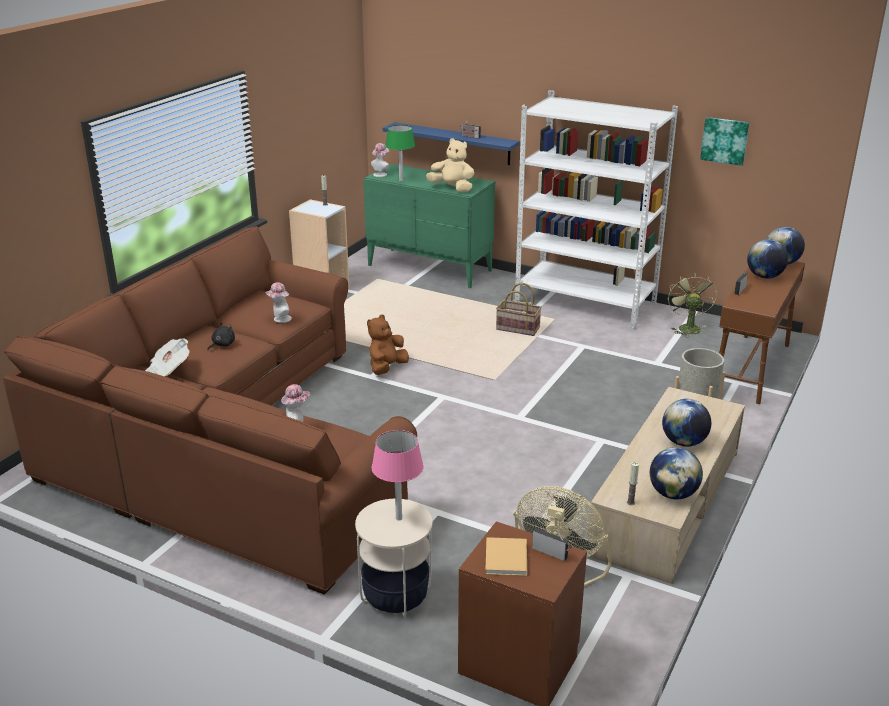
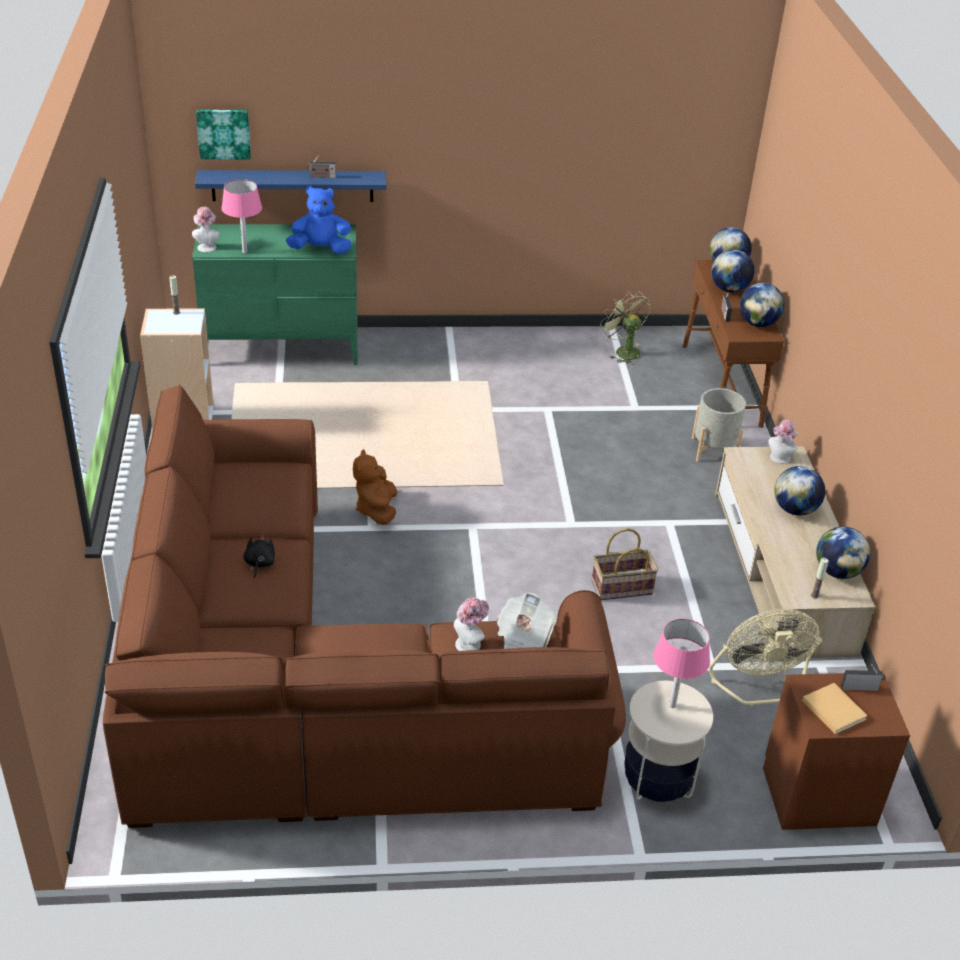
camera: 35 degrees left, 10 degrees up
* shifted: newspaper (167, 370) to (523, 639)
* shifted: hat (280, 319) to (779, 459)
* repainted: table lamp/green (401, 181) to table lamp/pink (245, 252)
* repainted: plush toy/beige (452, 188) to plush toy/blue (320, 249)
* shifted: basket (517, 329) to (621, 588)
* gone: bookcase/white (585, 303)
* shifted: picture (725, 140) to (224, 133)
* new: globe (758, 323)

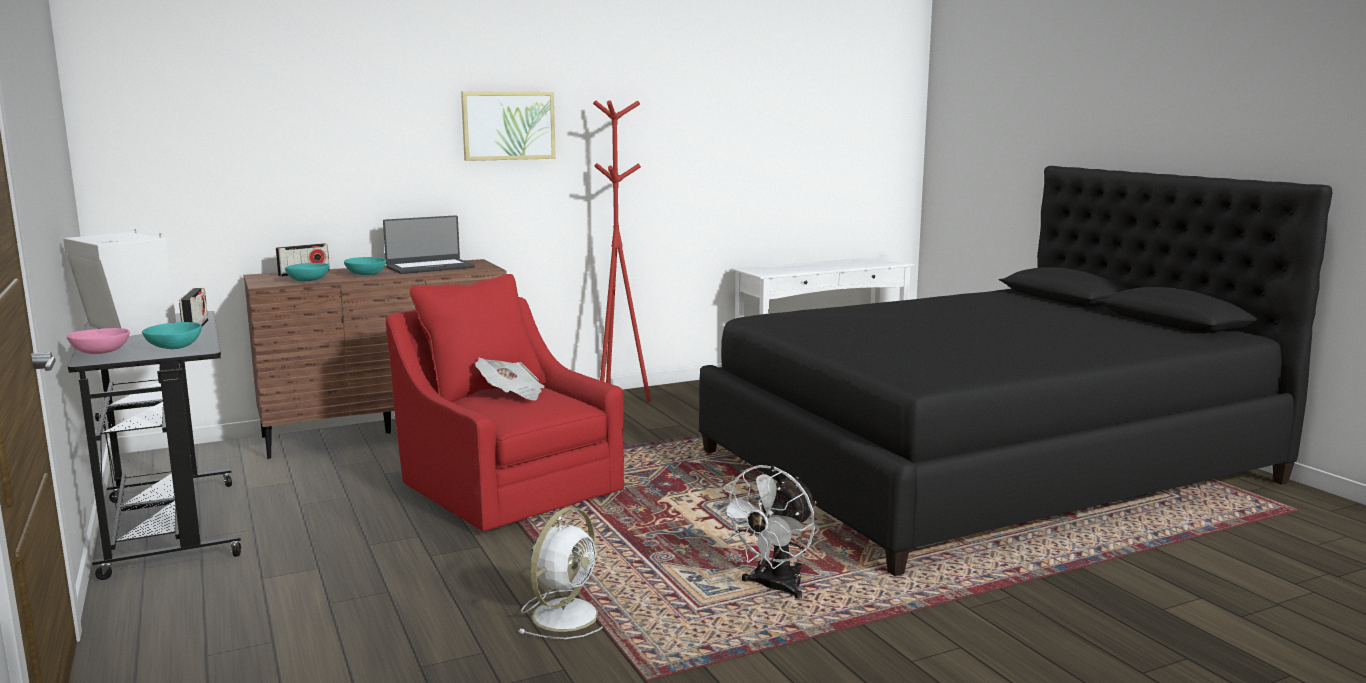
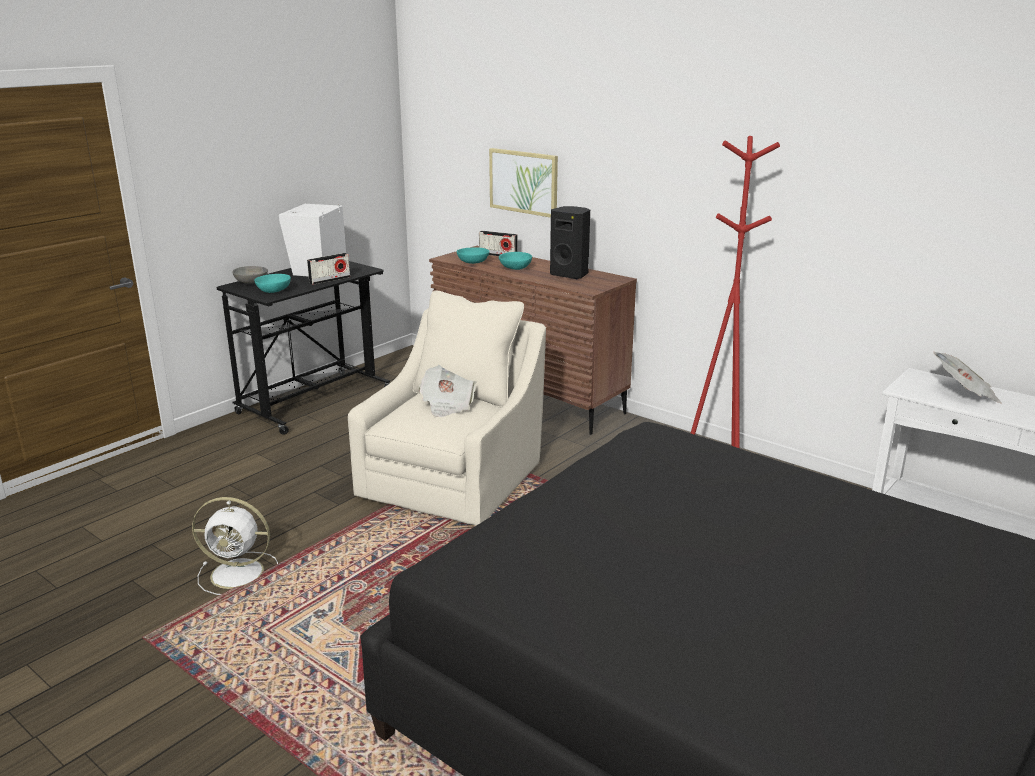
camera: 65 degrees right, 10 degrees up
* repainted: bowl/pink (101, 352) to bowl/grey (252, 282)
* swapped: laptop (430, 267) to speaker/black (570, 275)
* repainted: armchair/red (508, 488) to armchair/beige (455, 479)
* shifted: picture (508, 125) to (524, 182)
* gone: fan/white (773, 588)
* new: newspaper (964, 394)

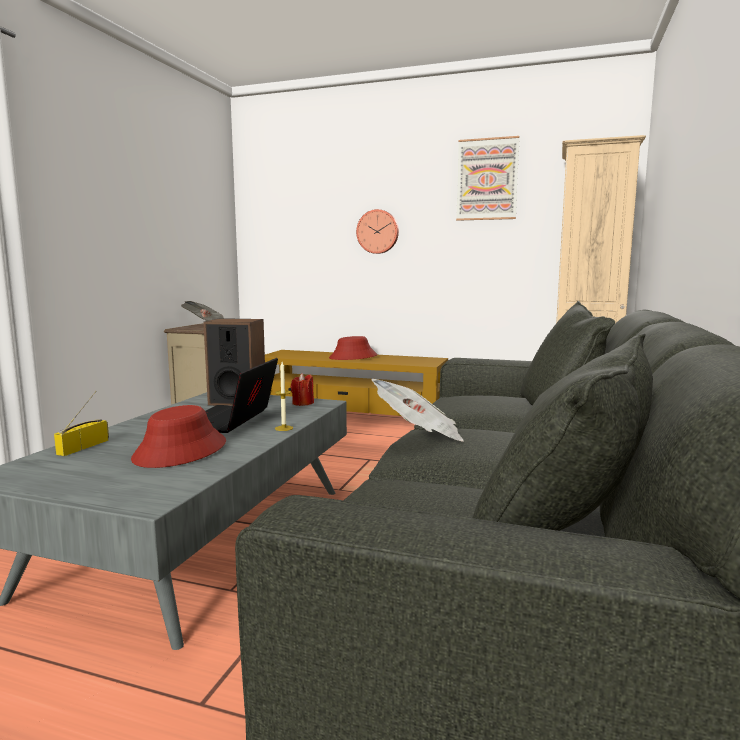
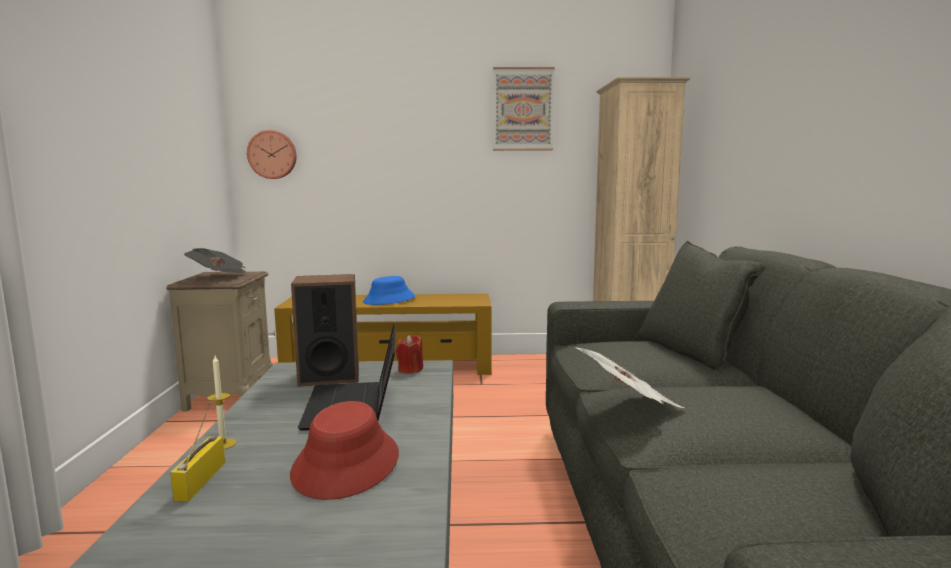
camera: 20 degrees left, 0 degrees up
* shifted: candle (284, 428) to (223, 444)
* repainted: hat/red (353, 357) to hat/blue (389, 300)
* shifted: wall clock (378, 231) to (272, 154)

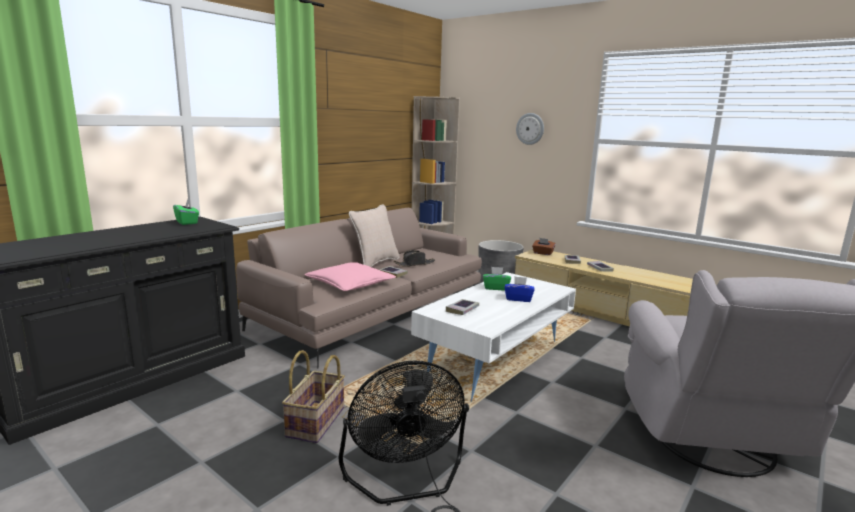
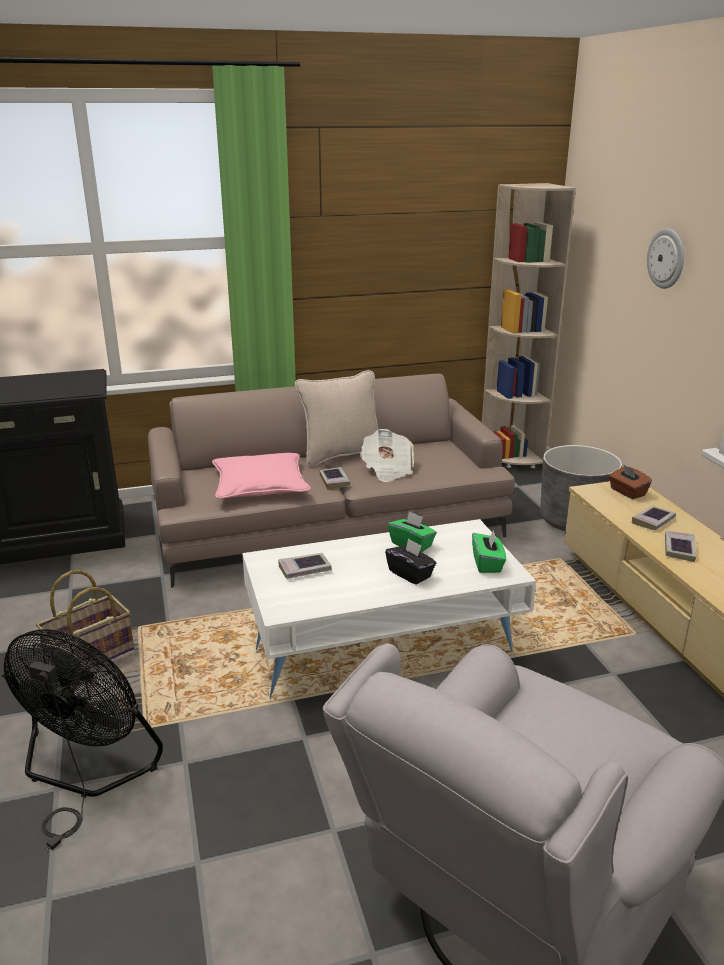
camera: 35 degrees right, 10 degrees up
* shifted: tissue box/green (187, 222) to (487, 564)
* swapped: hat/black (414, 264) to newspaper (387, 470)
* repainted: tissue box/blue (518, 299) to tissue box/black (410, 574)

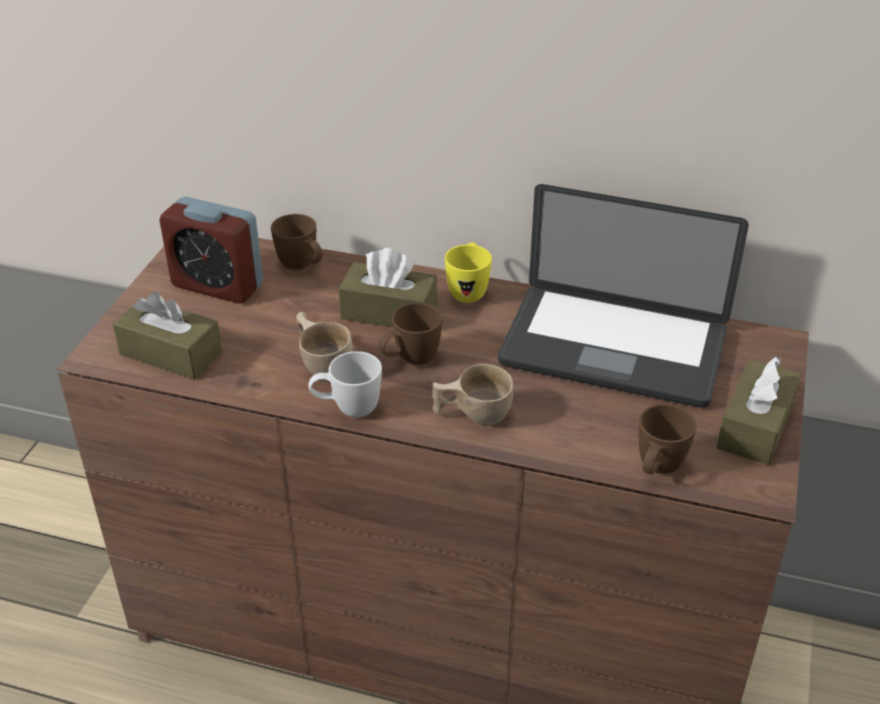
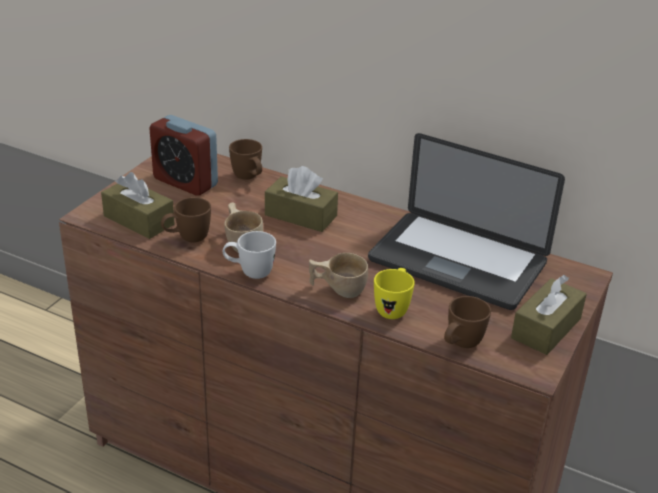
camera: 10 degrees right, 5 degrees down
* shifted: mug/brown (409, 360) to (187, 239)
* shifted: mug/yellow (468, 290) to (393, 308)

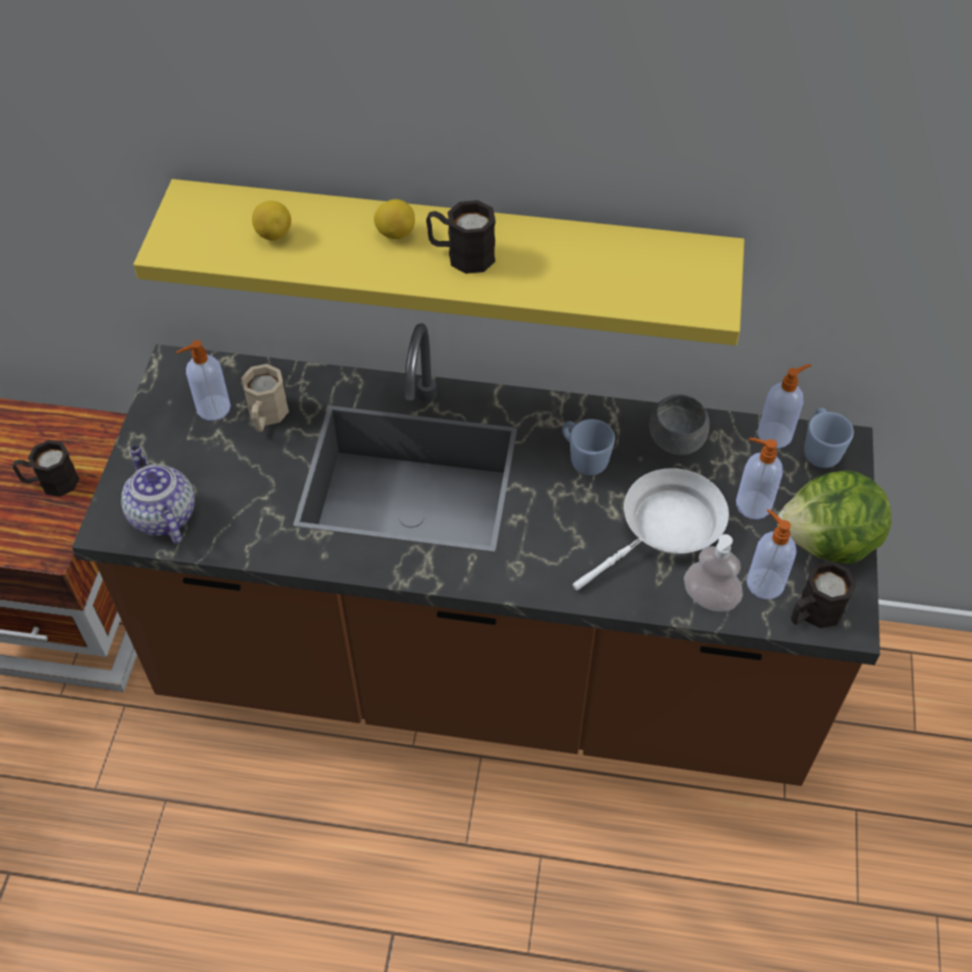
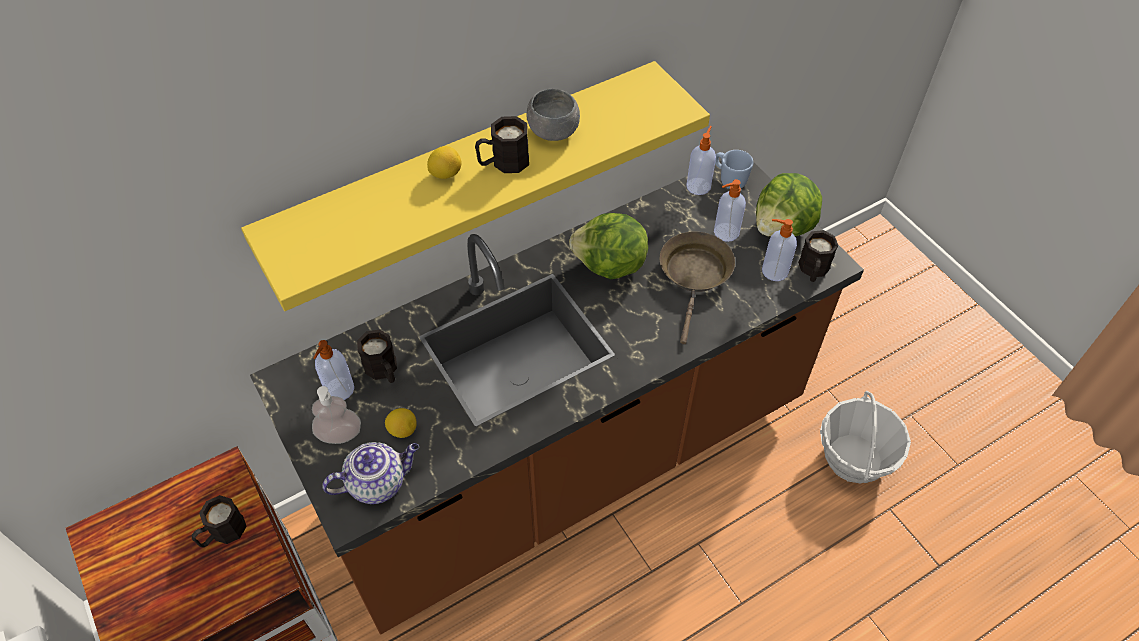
camera: 40 degrees left, 0 degrees up
* rotated: teapot (162, 515) = (378, 482) 135 degrees clockwise
* repainted: mug/beige (266, 417) to mug/black (384, 371)
* shifted: lemon (274, 234) to (402, 430)
* swapped: mug/blue (583, 458) to lettuce (610, 266)
* repainted: frying pan/white (666, 528) to frying pan/brown (695, 276)
* shifted: bowl/grey (676, 441) to (553, 132)
* shifted: soap dispenser (709, 598) to (340, 434)
* new: basket (854, 458)

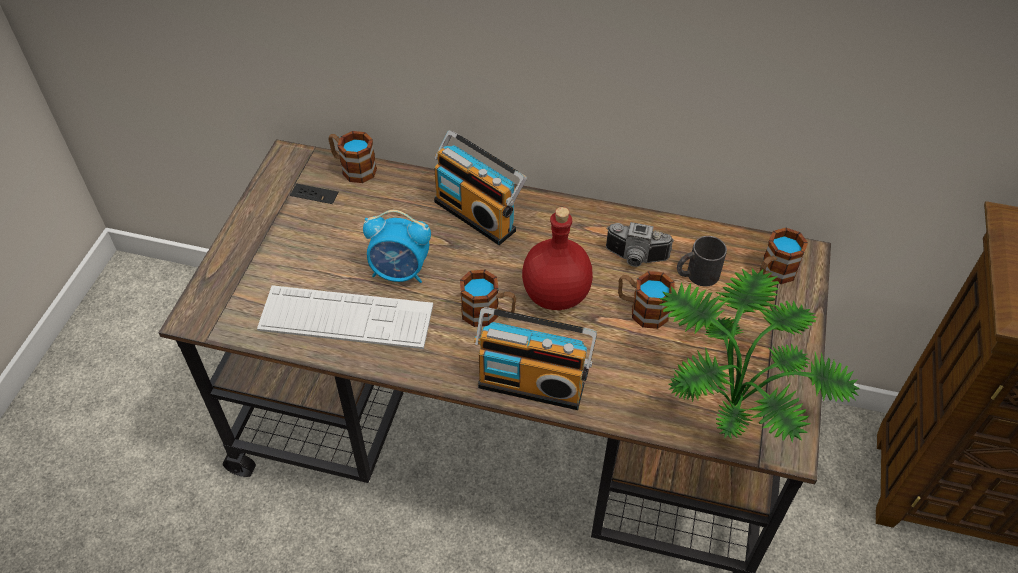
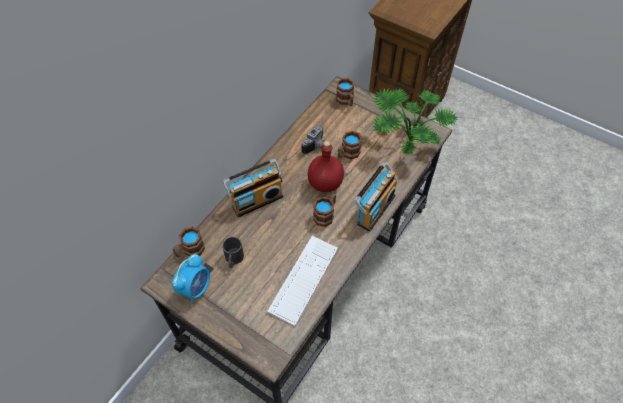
camera: 70 degrees left, 5 degrees up
* shifted: alarm clock (400, 272) to (195, 288)
* shifted: mug/black (696, 275) to (233, 259)

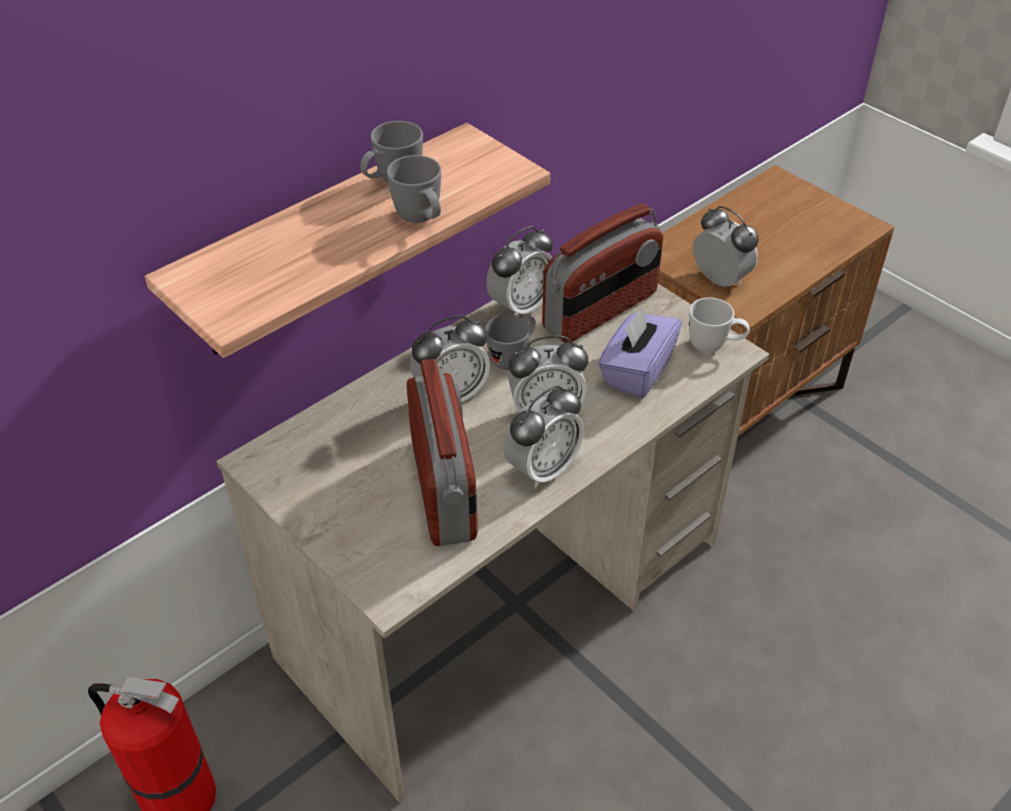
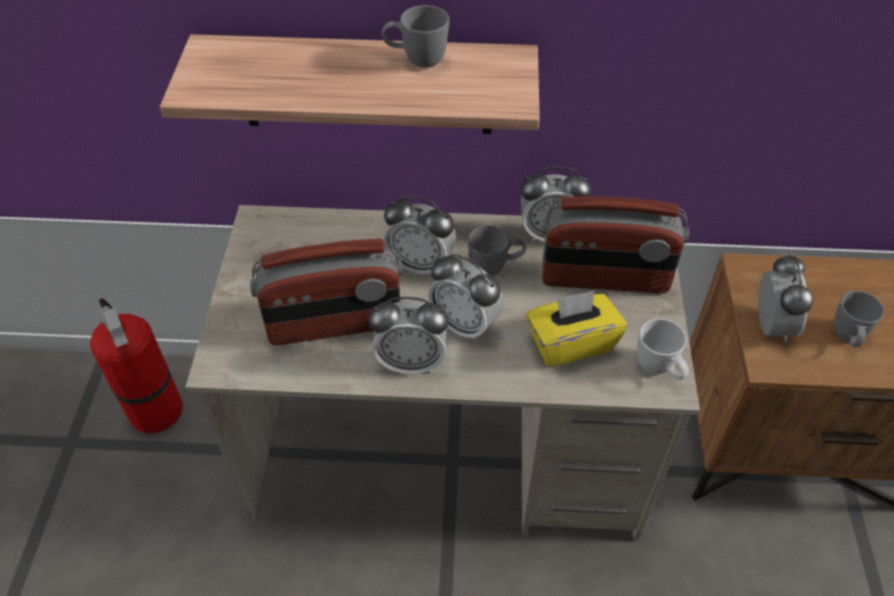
camera: 45 degrees right, 5 degrees up
* shifted: mug/grey (422, 220) to (847, 338)
* rotated: radio (445, 488) = (334, 324) 45 degrees clockwise
* repainted: tissue box/purple (636, 371) to tissue box/yellow (571, 343)

